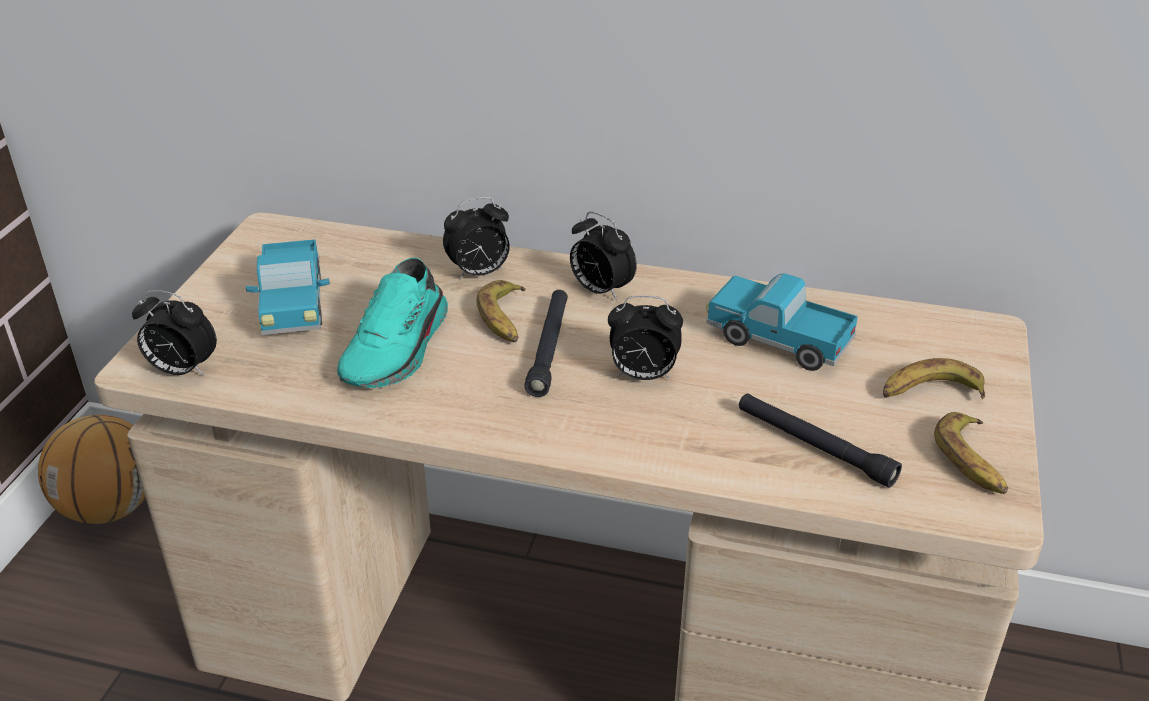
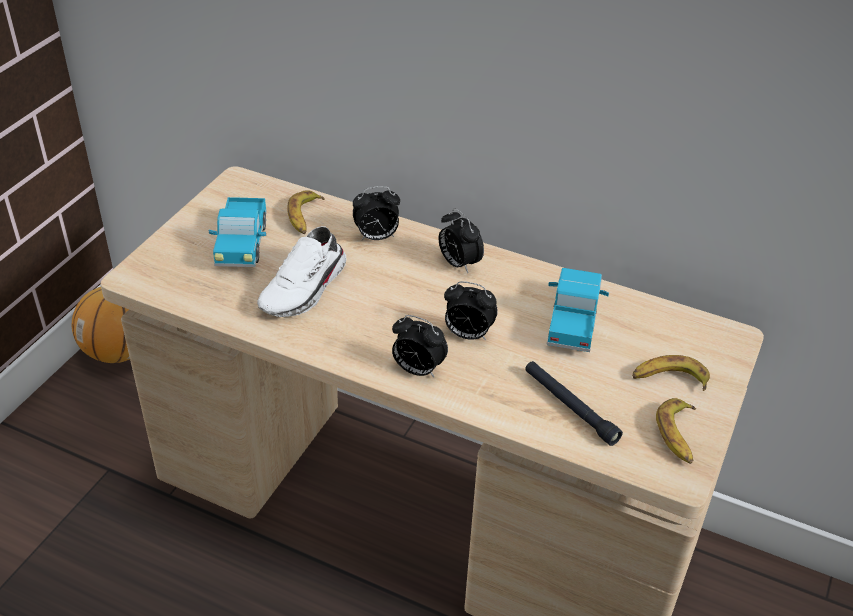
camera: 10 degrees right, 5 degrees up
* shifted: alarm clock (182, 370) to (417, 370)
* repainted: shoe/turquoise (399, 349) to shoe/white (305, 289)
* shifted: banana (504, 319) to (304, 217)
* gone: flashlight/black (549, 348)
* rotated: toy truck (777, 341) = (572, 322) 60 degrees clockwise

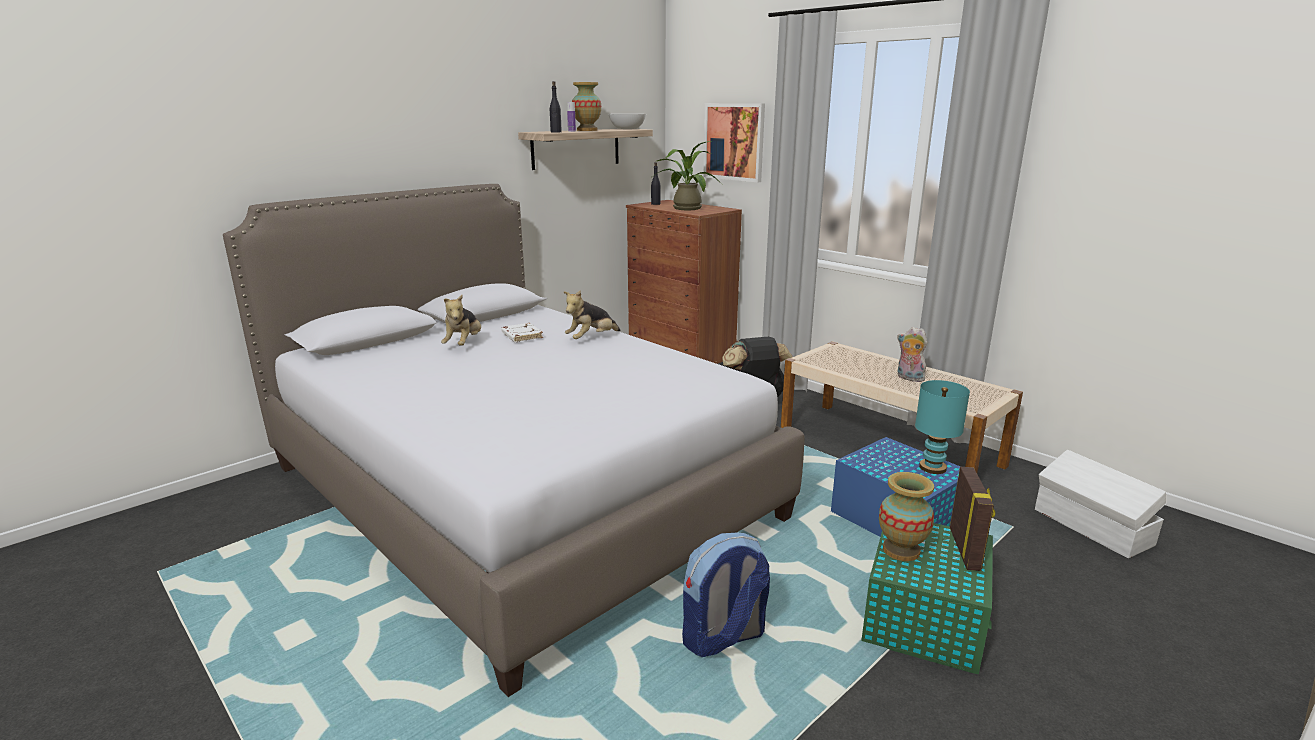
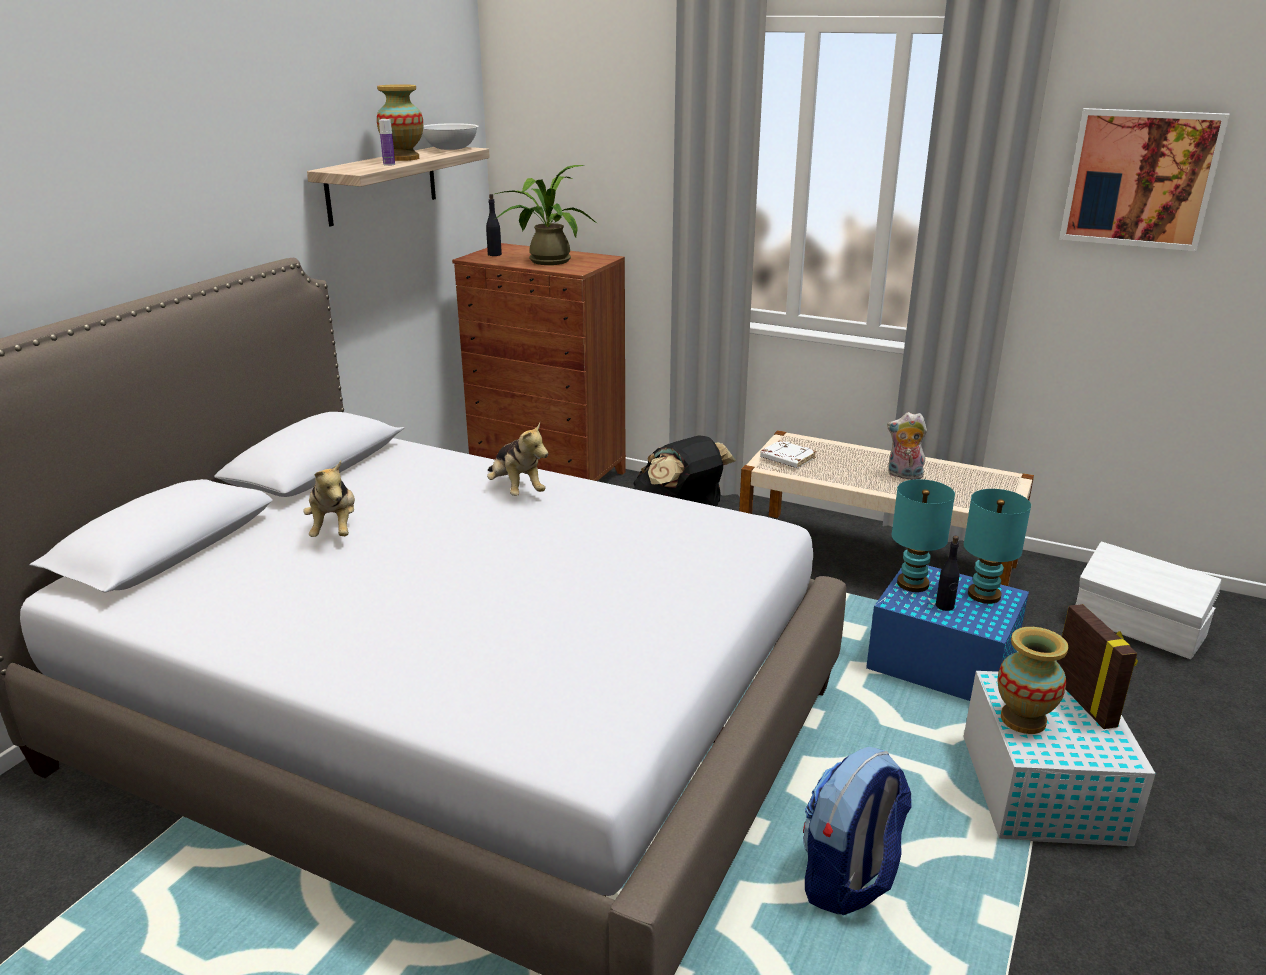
camera: 20 degrees left, 5 degrees up
* shifted: book/white (521, 336) to (786, 458)
* shifted: bottle/black (556, 132) to (945, 606)
* rotated: plush toy (591, 339) = (516, 490) 60 degrees counterclockwise
* shifted: picture (734, 142) to (1140, 179)
* repainted: storage box/green (924, 616) to storage box/white (1042, 787)
* new: table lamp/turquoise (912, 584)

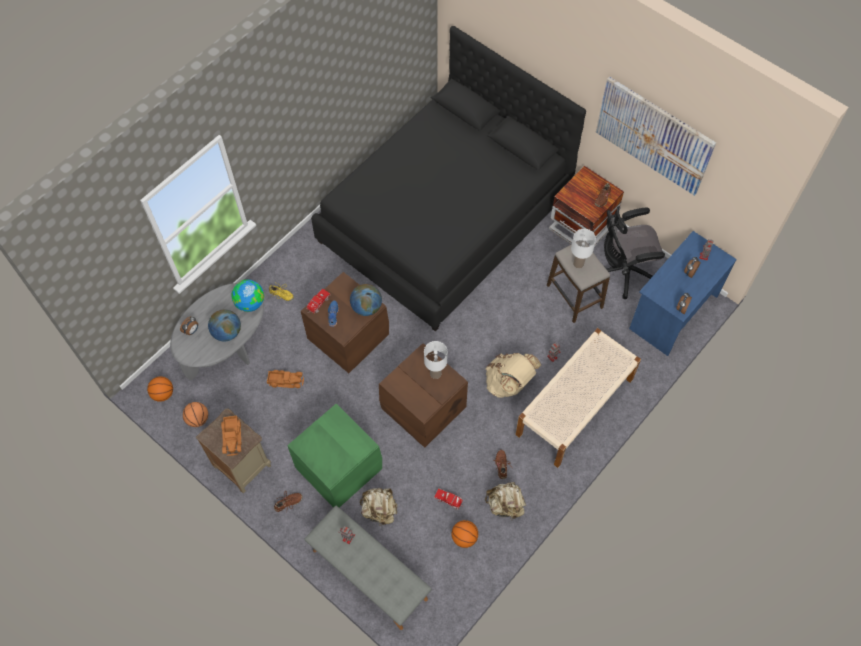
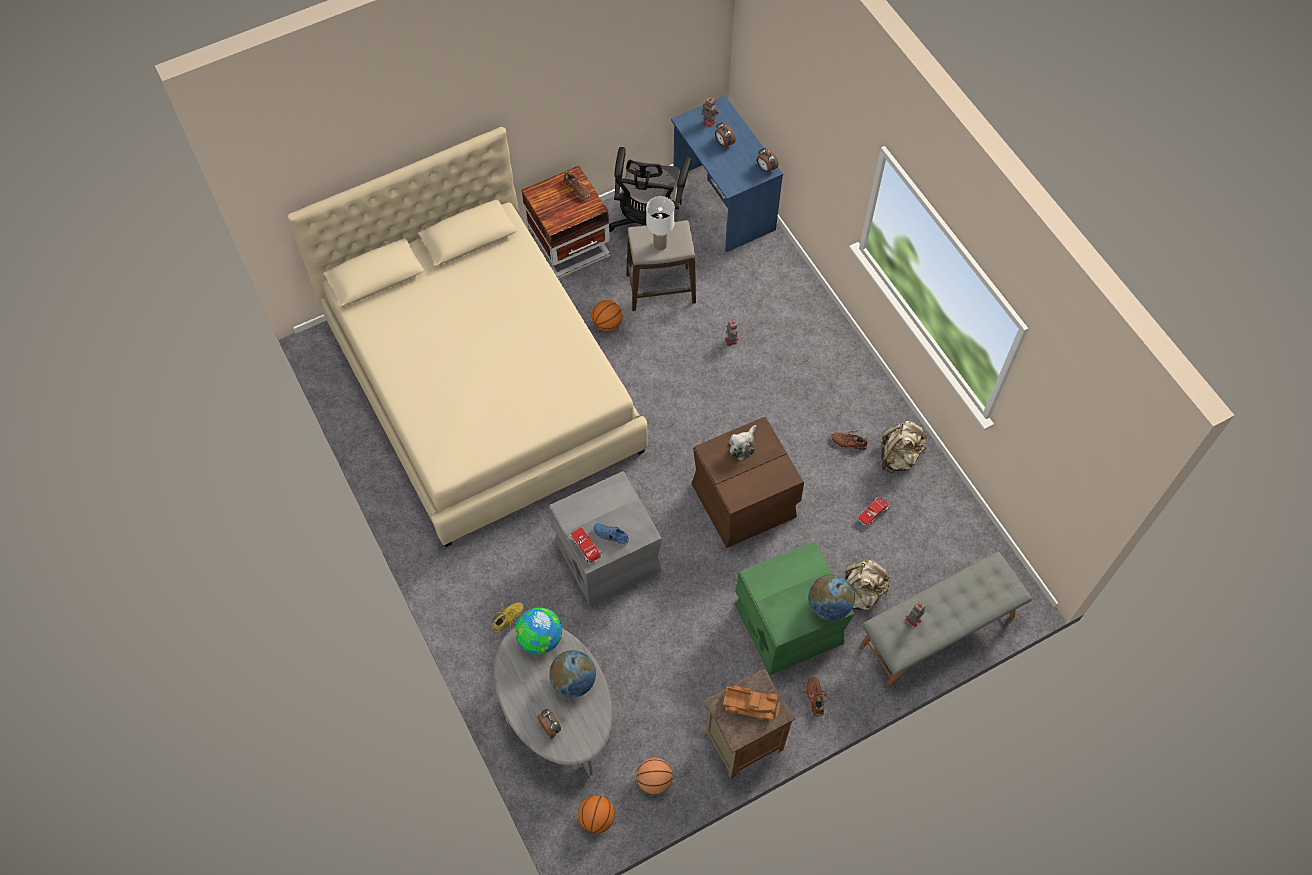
camera: 70 degrees left, 0 degrees up
* gone: toy truck (285, 380)
* repainted: storage box/brown (348, 335) to storage box/grey (606, 554)
* repainted: bed/black (445, 218) to bed/beige (483, 385)
* shifted: globe (366, 307) to (829, 605)
* swapped: table lamp/white (436, 373) to plush toy (742, 446)
* shifted: basketball (464, 537) to (607, 323)
* gone: backpack/beige (509, 383)
* gone: bench/beige (575, 407)
* gone: picture (653, 135)

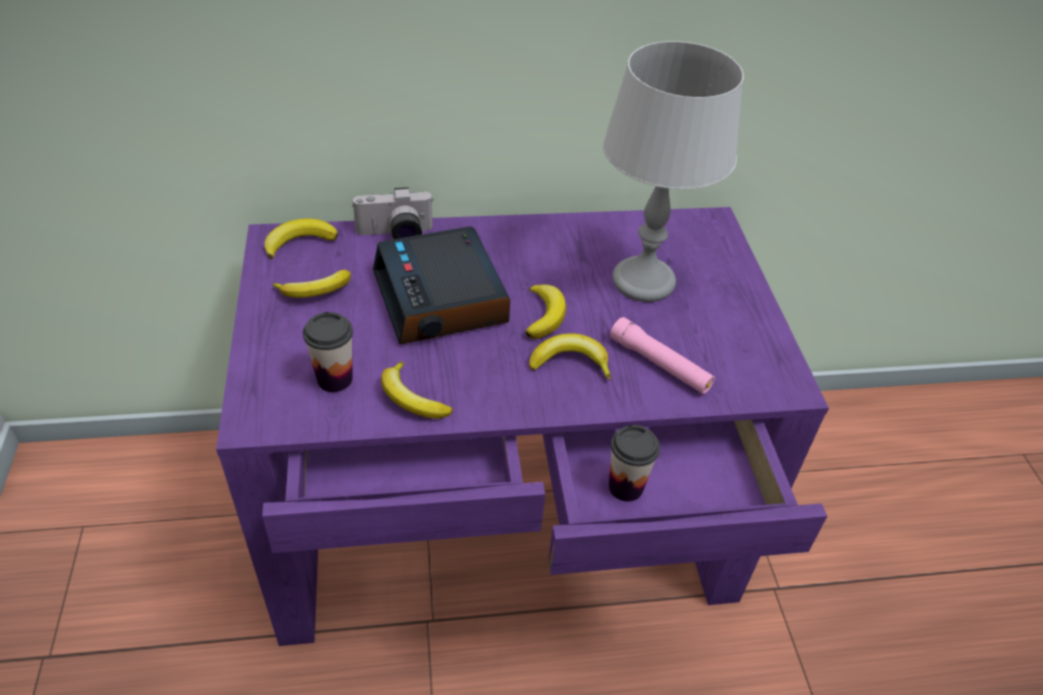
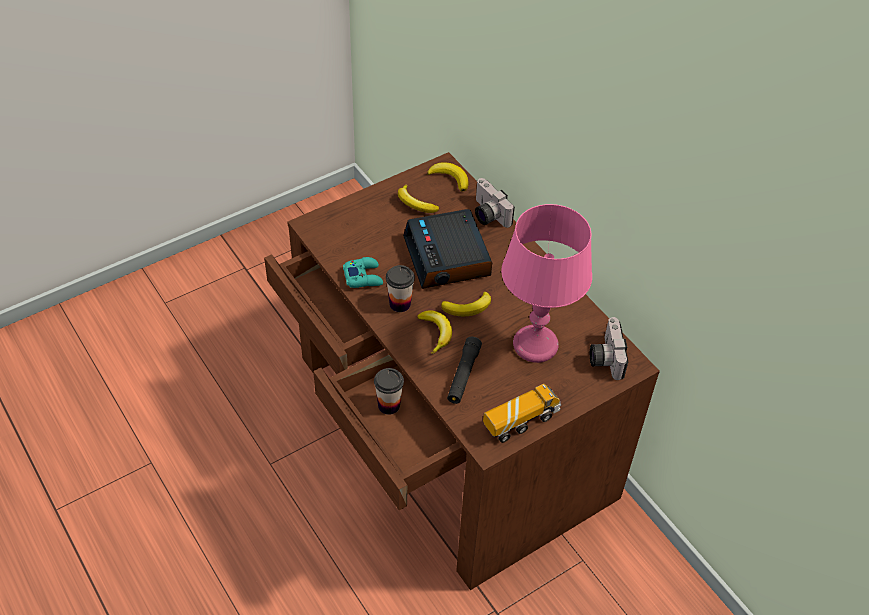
camera: 65 degrees right, 5 degrees up
* repainted: desk/purple (509, 535) to desk/brown (440, 436)
* shifted: cup (334, 379) to (400, 304)
* rotated: alarm clock (442, 298) = (448, 257) 60 degrees counterclockwise
* swapped: banana (411, 399) to game controller/turquoise (363, 276)
* repainted: table lamp/grey (643, 281) to table lamp/pink (536, 345)
* repainted: flashlight/pink (660, 364) to flashlight/black (463, 375)
* new: toy truck (521, 421)
* new: photo camera (604, 357)

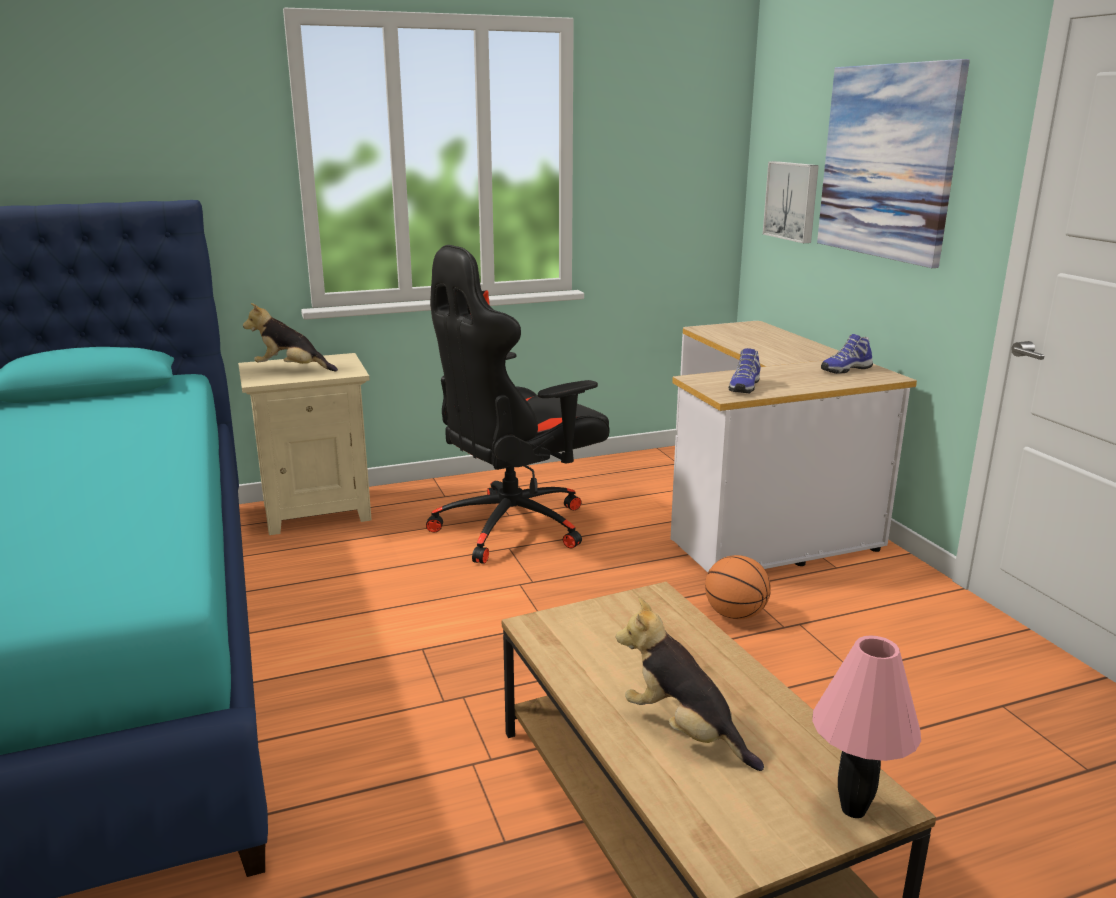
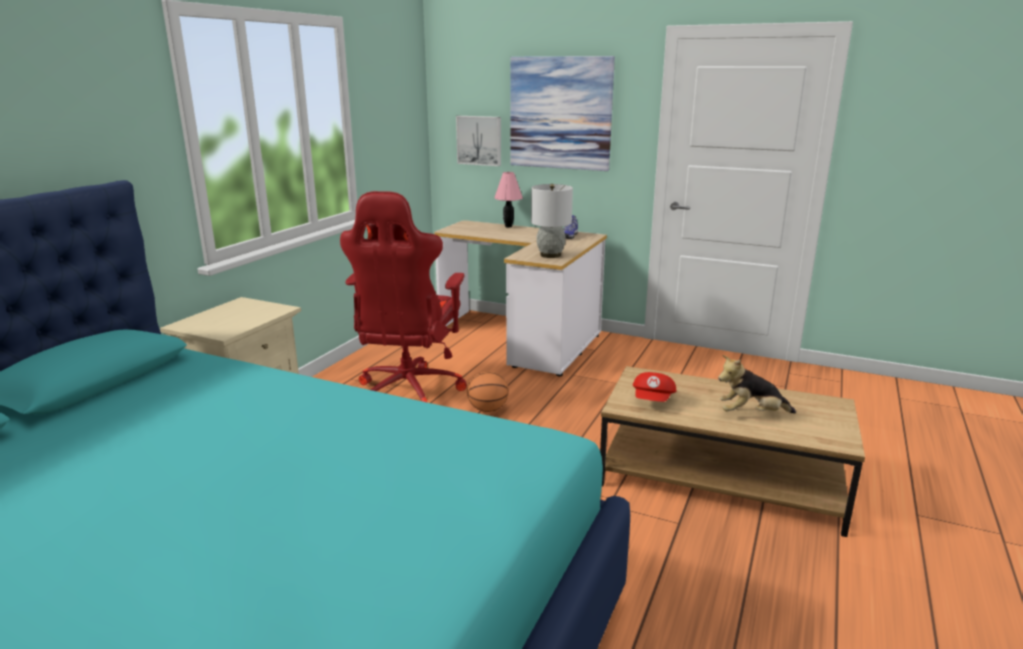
camera: 45 degrees left, 0 degrees up
* gone: plush toy (291, 370)
* repainted: office chair/black (522, 525) to office chair/red (410, 390)
* shifted: basketball (735, 615) to (488, 410)
* swapped: shoe (743, 387) to table lamp/white (550, 255)
* shifted: table lamp/pink (853, 810) to (508, 226)
* new: cap/red (653, 400)

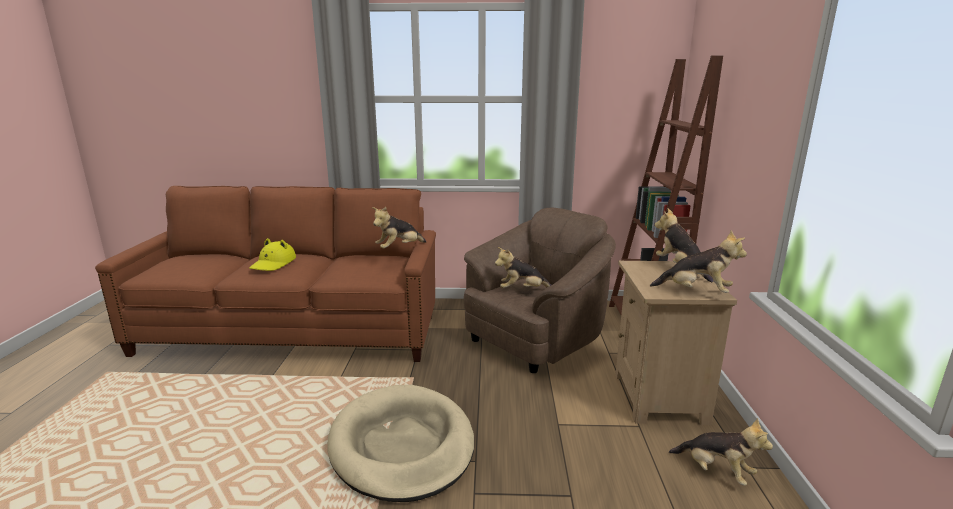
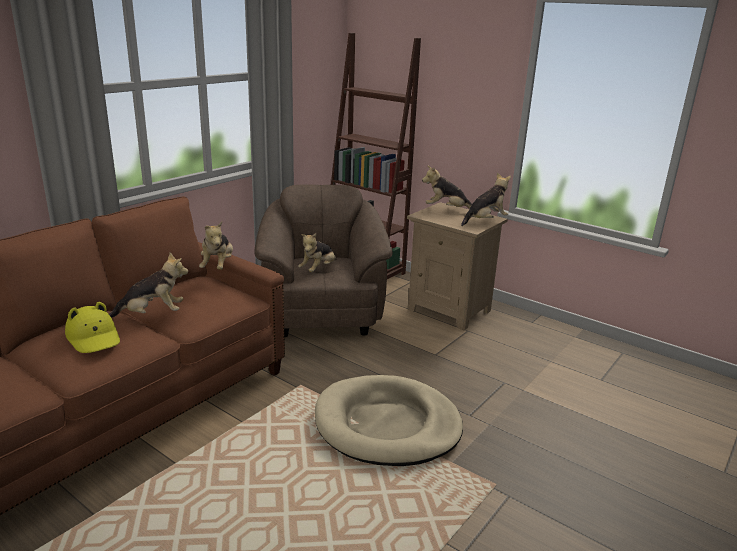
camera: 55 degrees left, 5 degrees up
* shifted: plush toy (716, 471) to (152, 314)

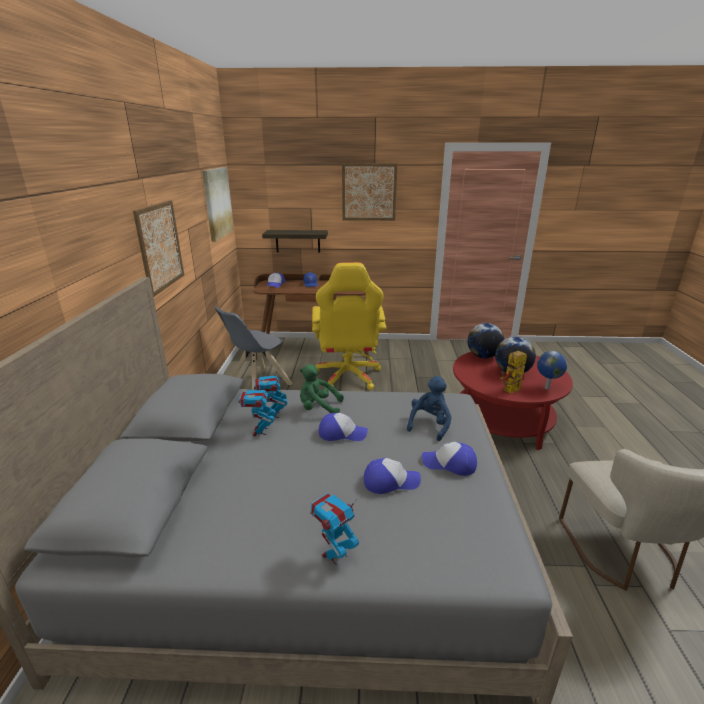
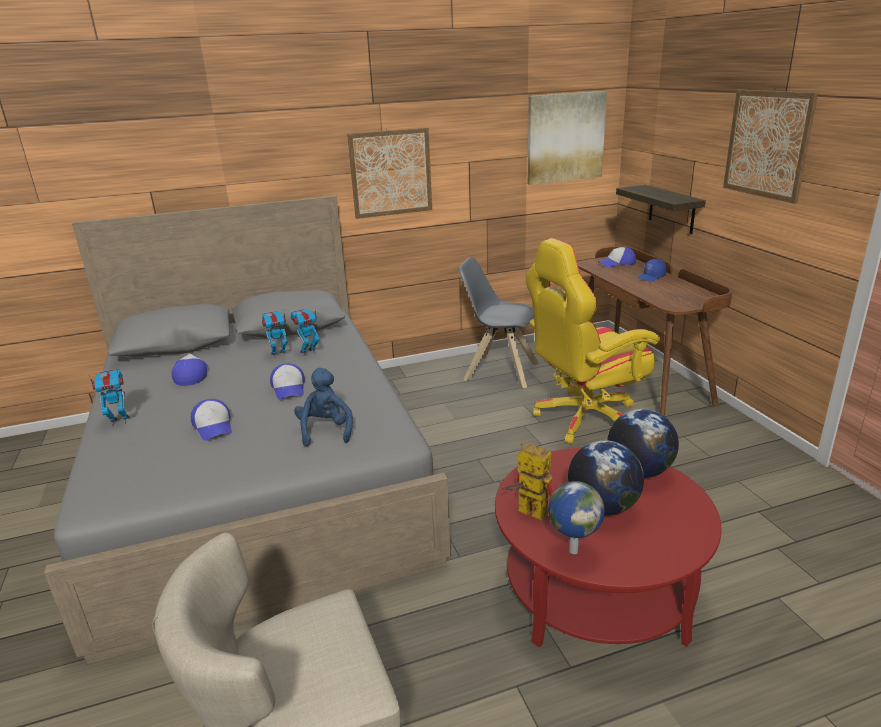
camera: 70 degrees right, 0 degrees up
* gone: plush toy/green (318, 408)
* rotated: toy robot (334, 554) = (119, 421) 45 degrees counterclockwise
* rotated: plush toy/blue (429, 424) = (326, 430) 105 degrees counterclockwise
* shifted: cap (449, 464) to (192, 375)

